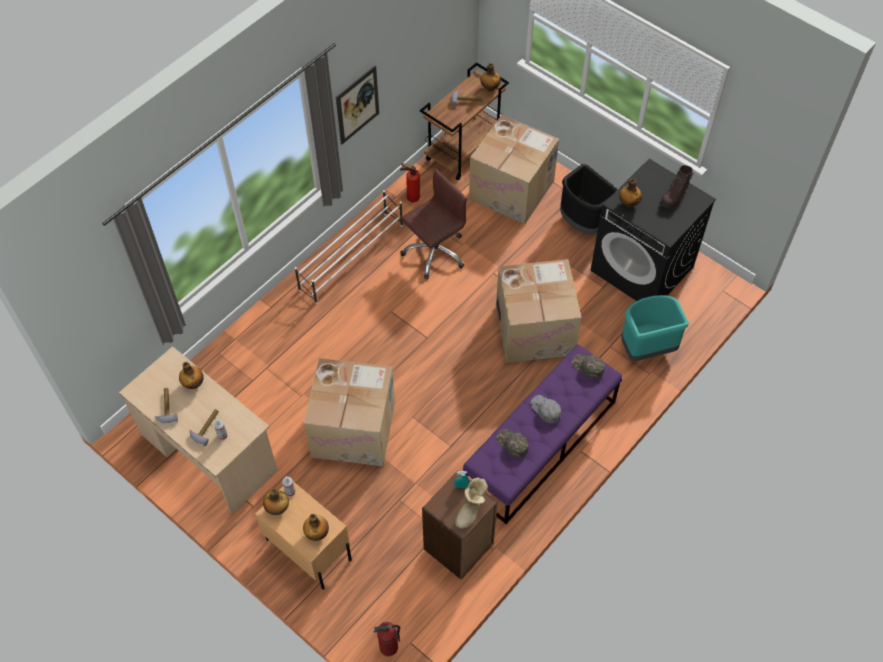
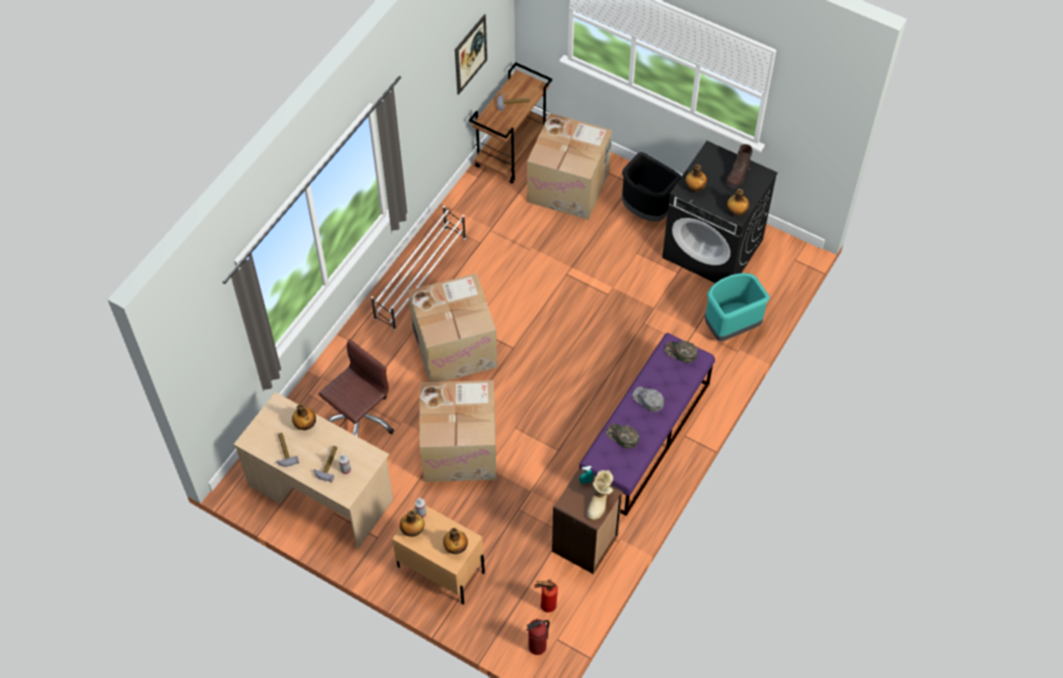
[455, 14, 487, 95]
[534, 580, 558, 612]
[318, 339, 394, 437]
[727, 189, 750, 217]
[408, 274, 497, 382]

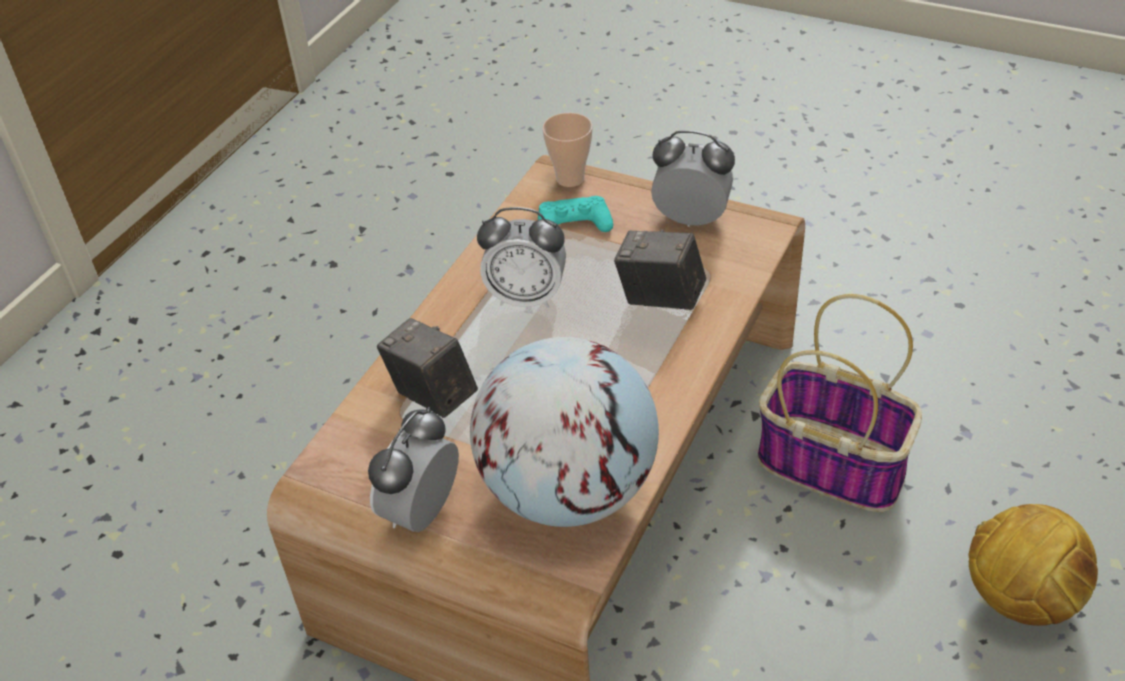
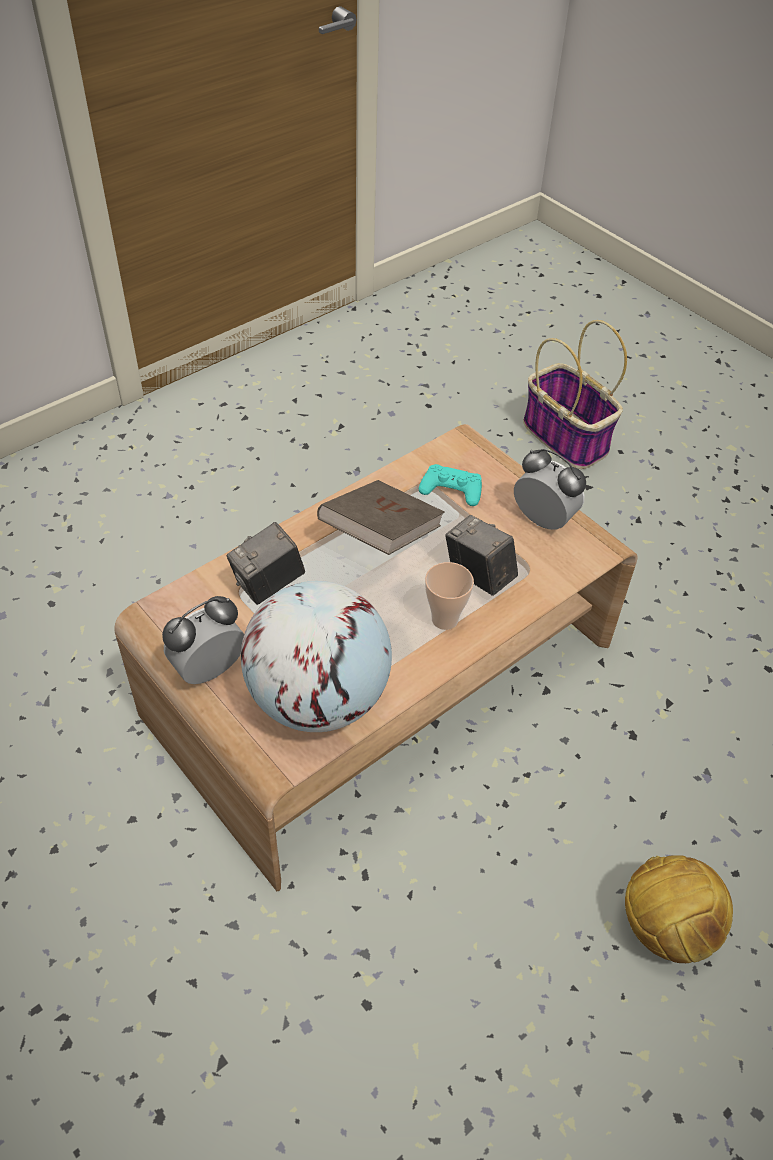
[226, 522, 305, 605]
[317, 480, 445, 555]
[425, 562, 474, 630]
[523, 320, 627, 469]

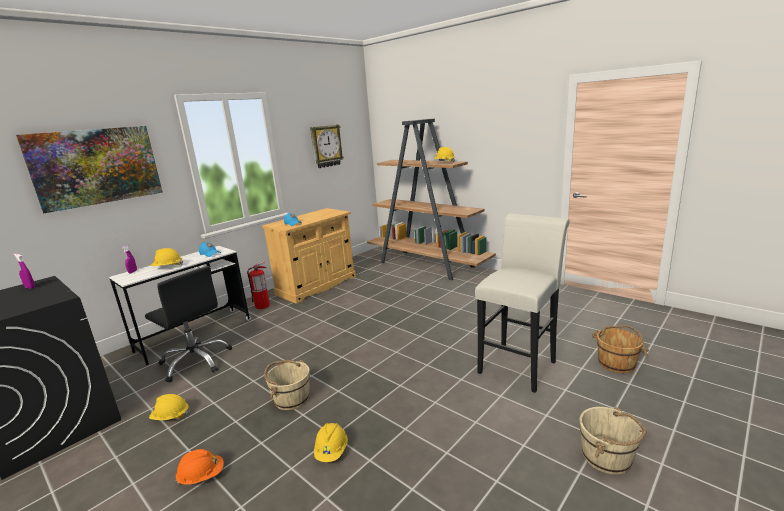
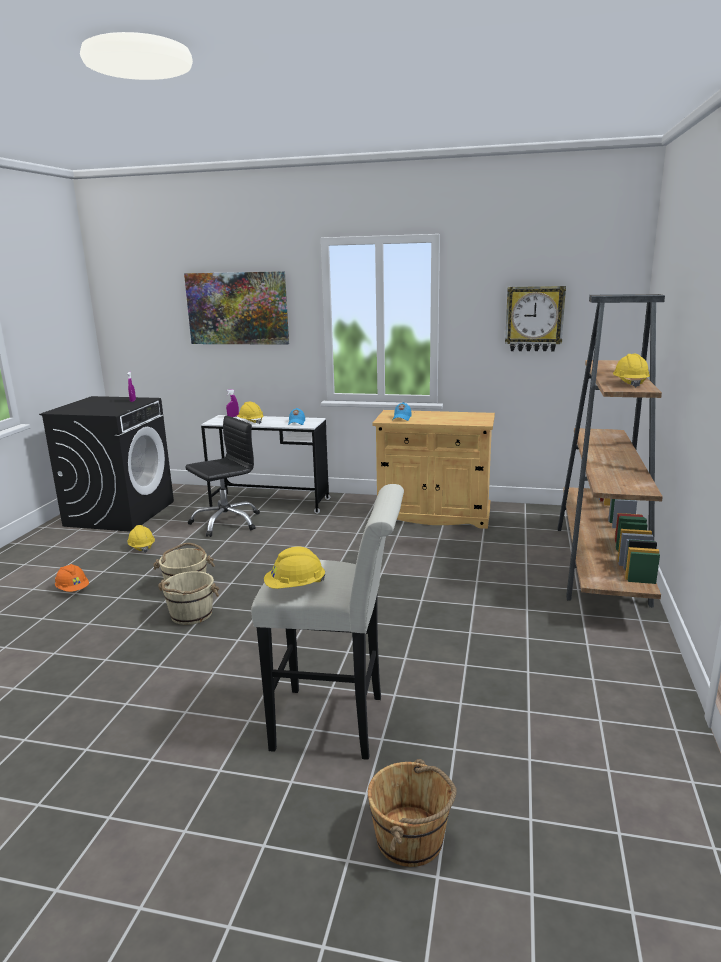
[185, 415, 260, 537]
[247, 261, 270, 309] (first image)
[264, 547, 325, 589]
[158, 571, 219, 625]

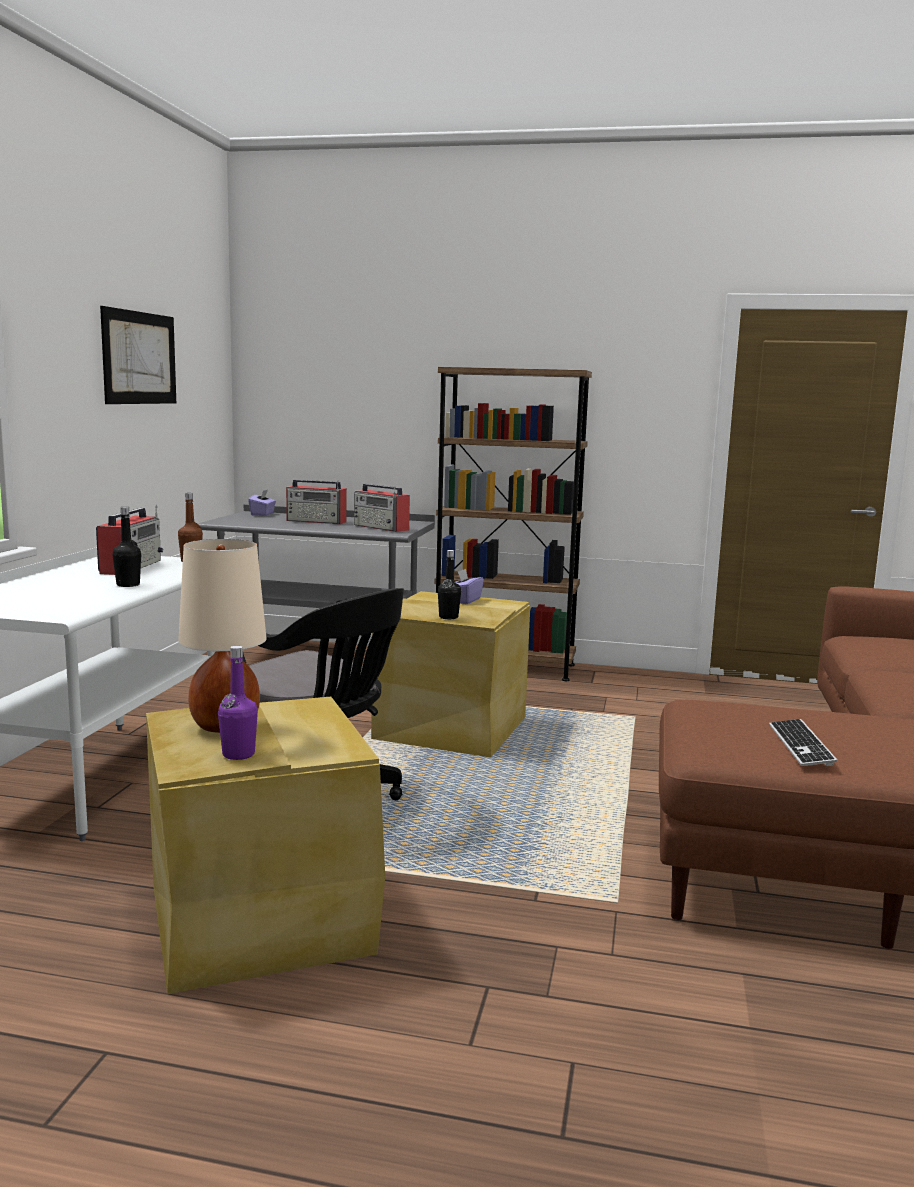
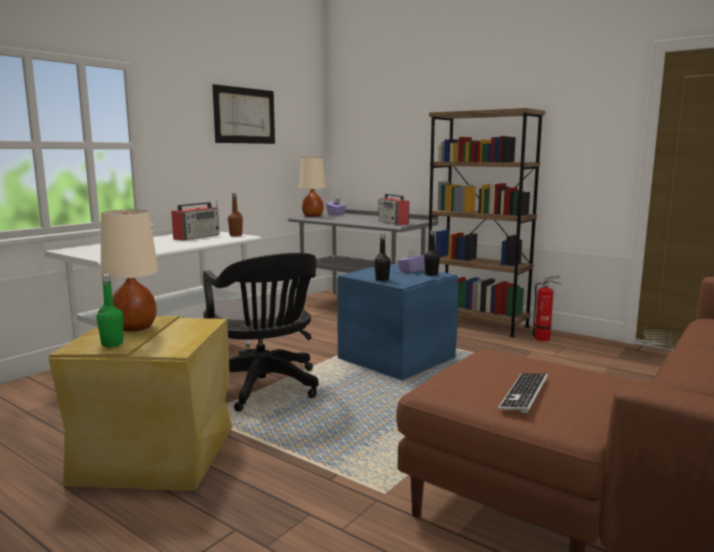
[424, 230, 440, 276]
[96, 274, 124, 347]
[286, 480, 347, 524] (first image)
[337, 264, 458, 380]
[299, 157, 326, 217]
[532, 275, 561, 341]

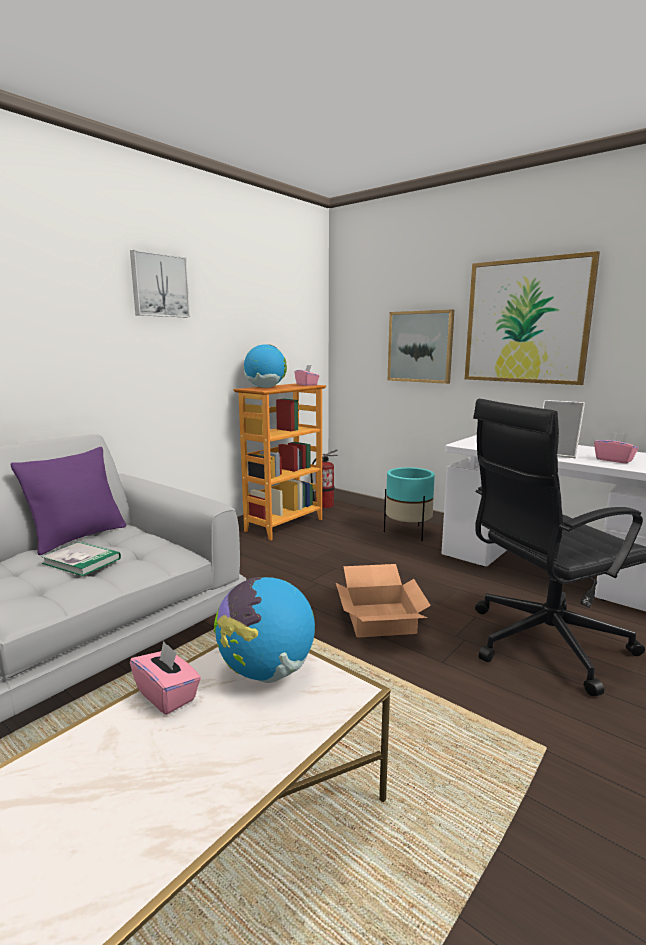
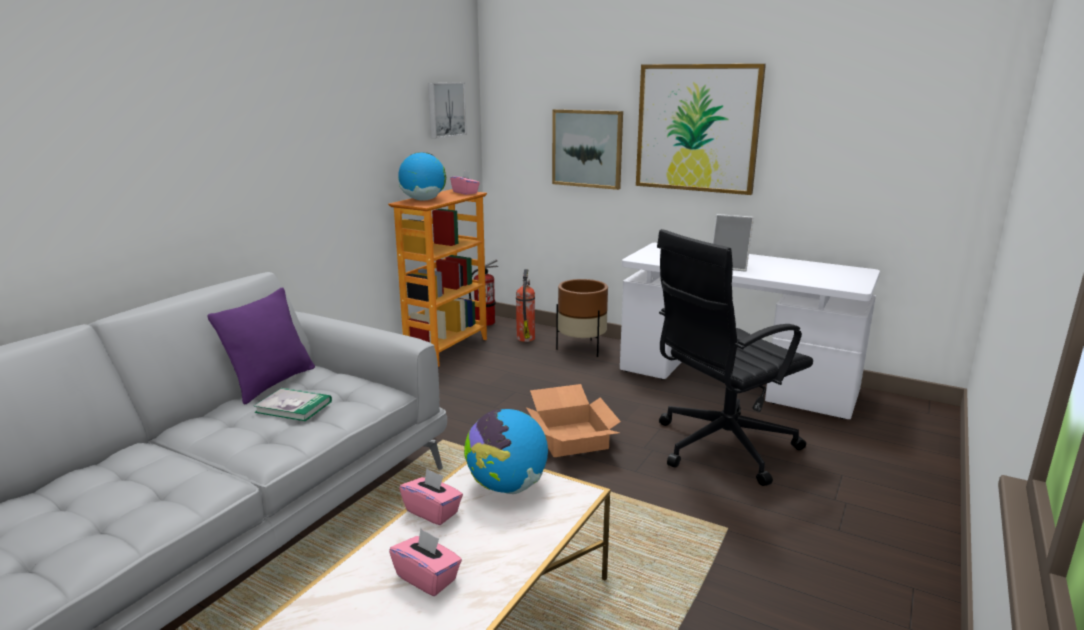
[428, 82, 467, 138]
[556, 279, 608, 357]
[389, 528, 462, 596]
[516, 269, 535, 342]

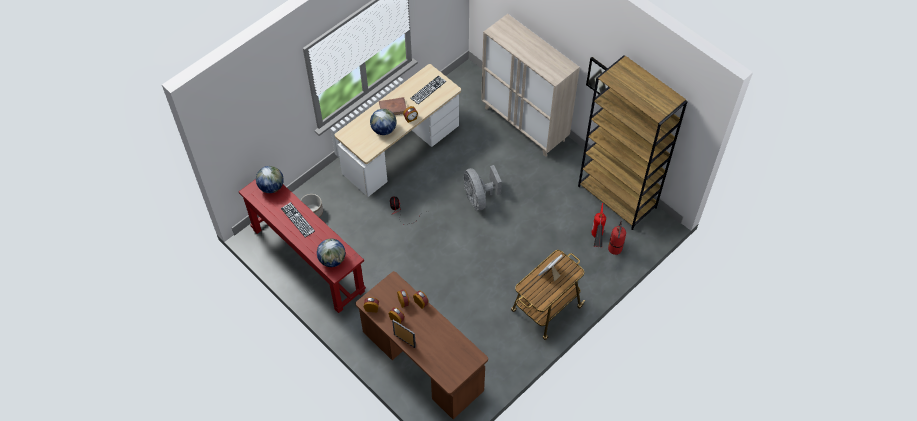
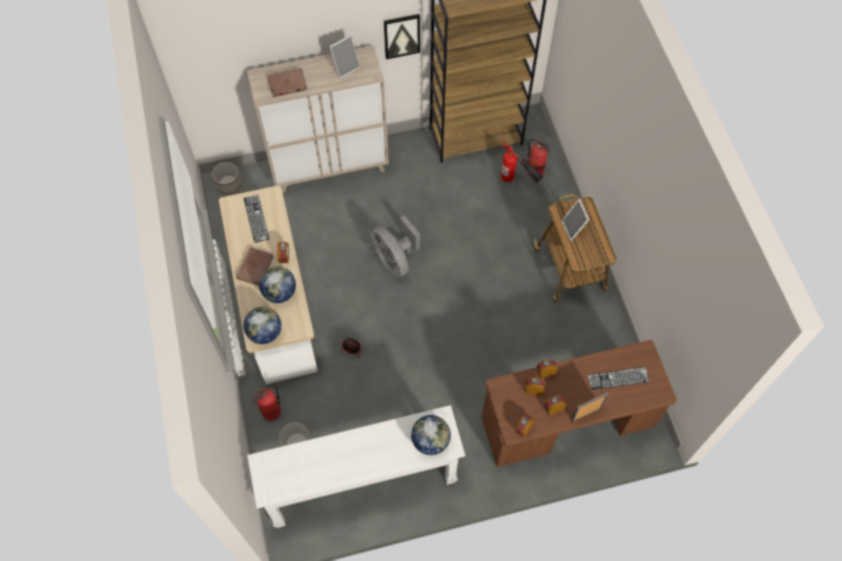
[247, 405, 465, 528]
[243, 307, 281, 344]
[588, 367, 650, 390]
[370, 215, 420, 277]
[212, 162, 242, 194]
[252, 385, 281, 421]
[268, 68, 307, 97]
[329, 35, 361, 79]

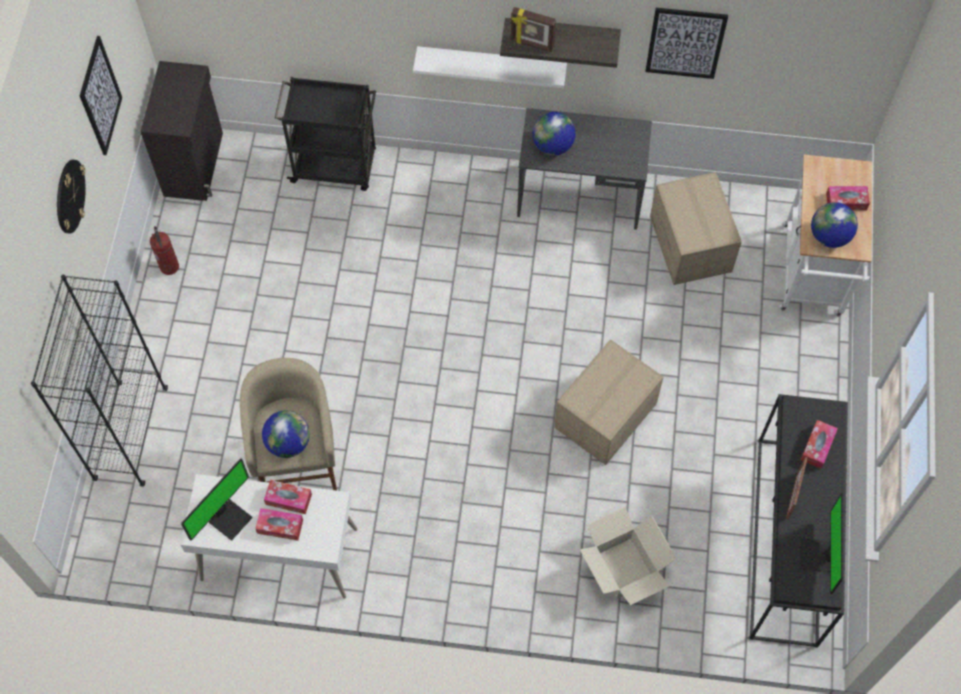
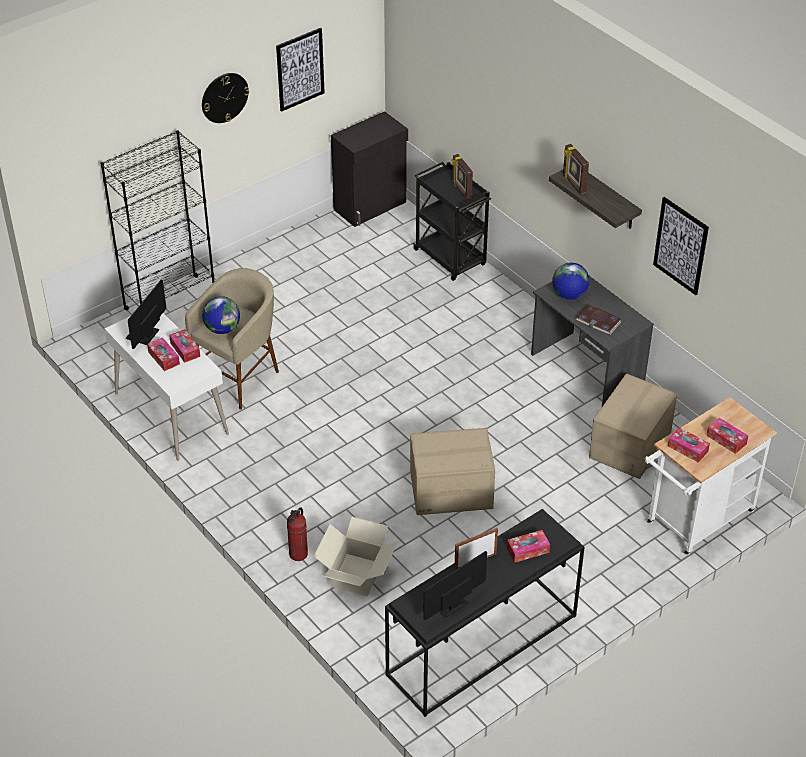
[287, 507, 308, 561]
[126, 280, 166, 349]
[413, 46, 567, 88] (first image)
[668, 427, 710, 462]
[452, 154, 473, 199]
[576, 305, 621, 335]

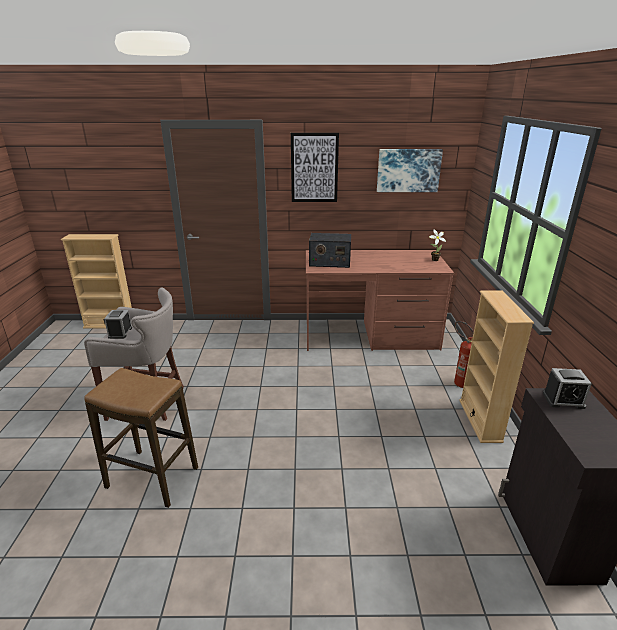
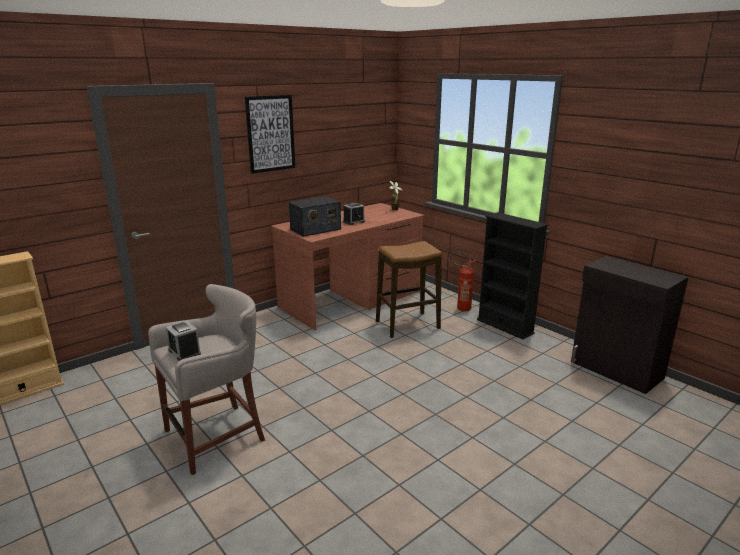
[376, 241, 442, 338]
[377, 149, 443, 192] (first image)
[477, 212, 548, 339]
[343, 203, 365, 225]

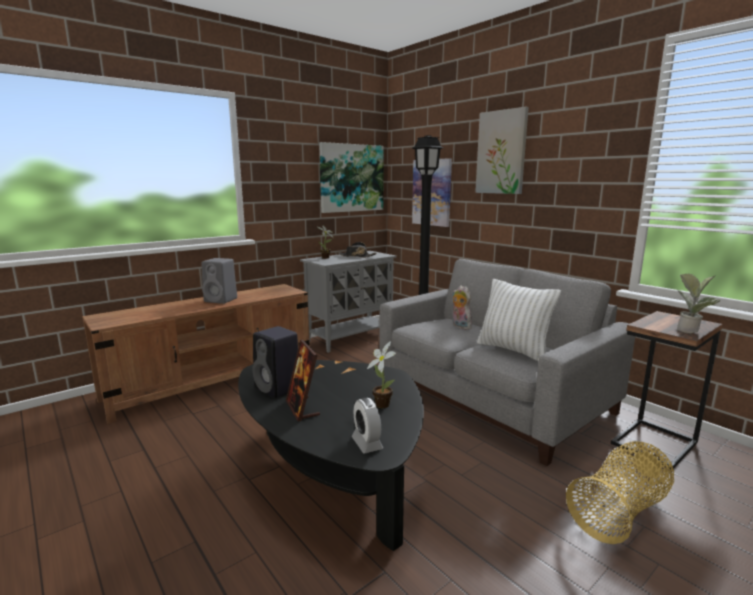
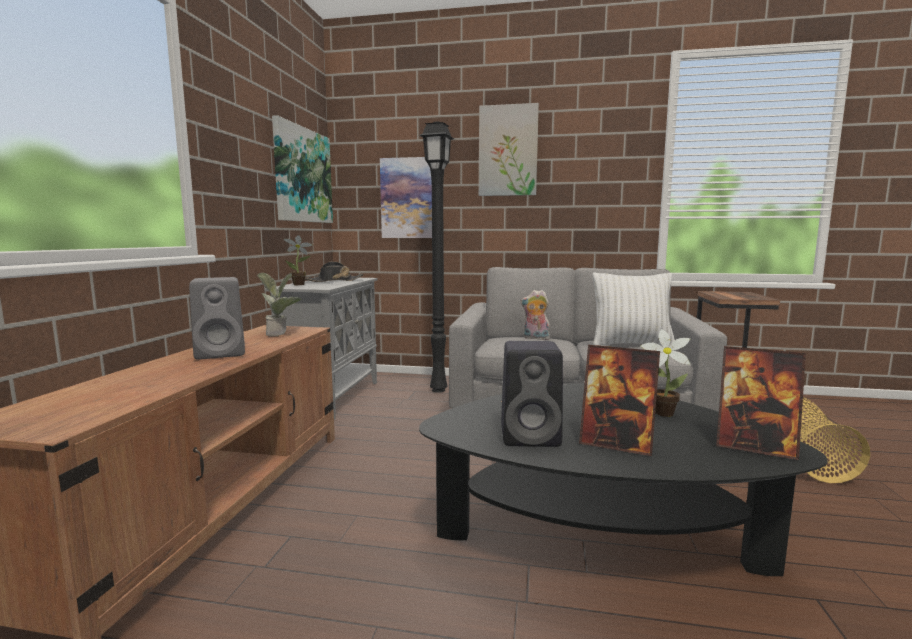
[716, 346, 806, 460]
[257, 273, 301, 337]

